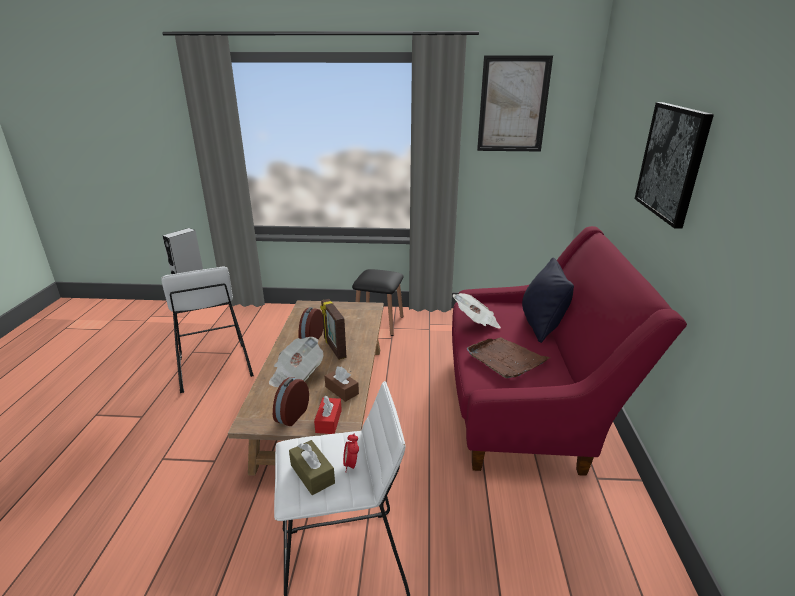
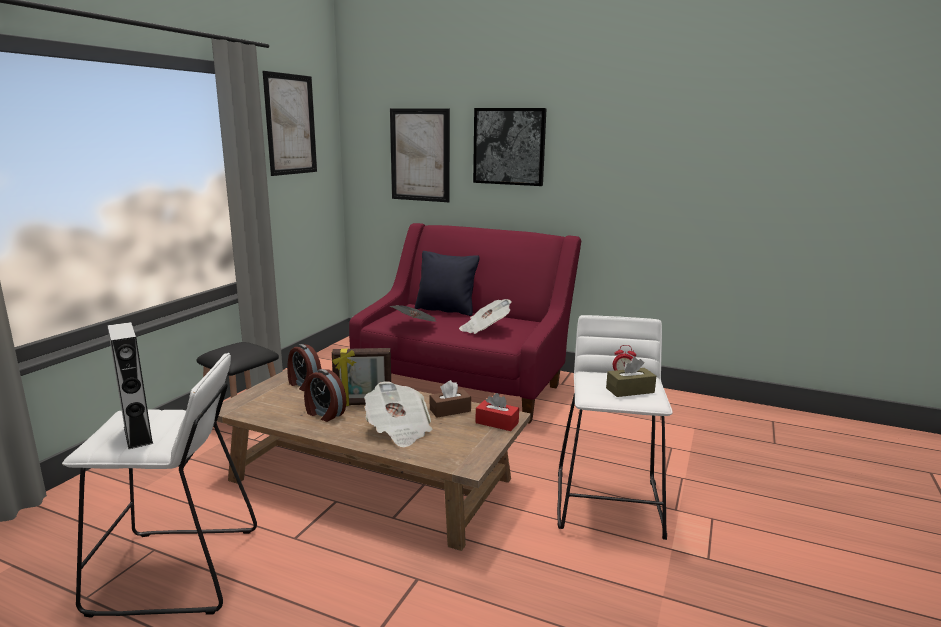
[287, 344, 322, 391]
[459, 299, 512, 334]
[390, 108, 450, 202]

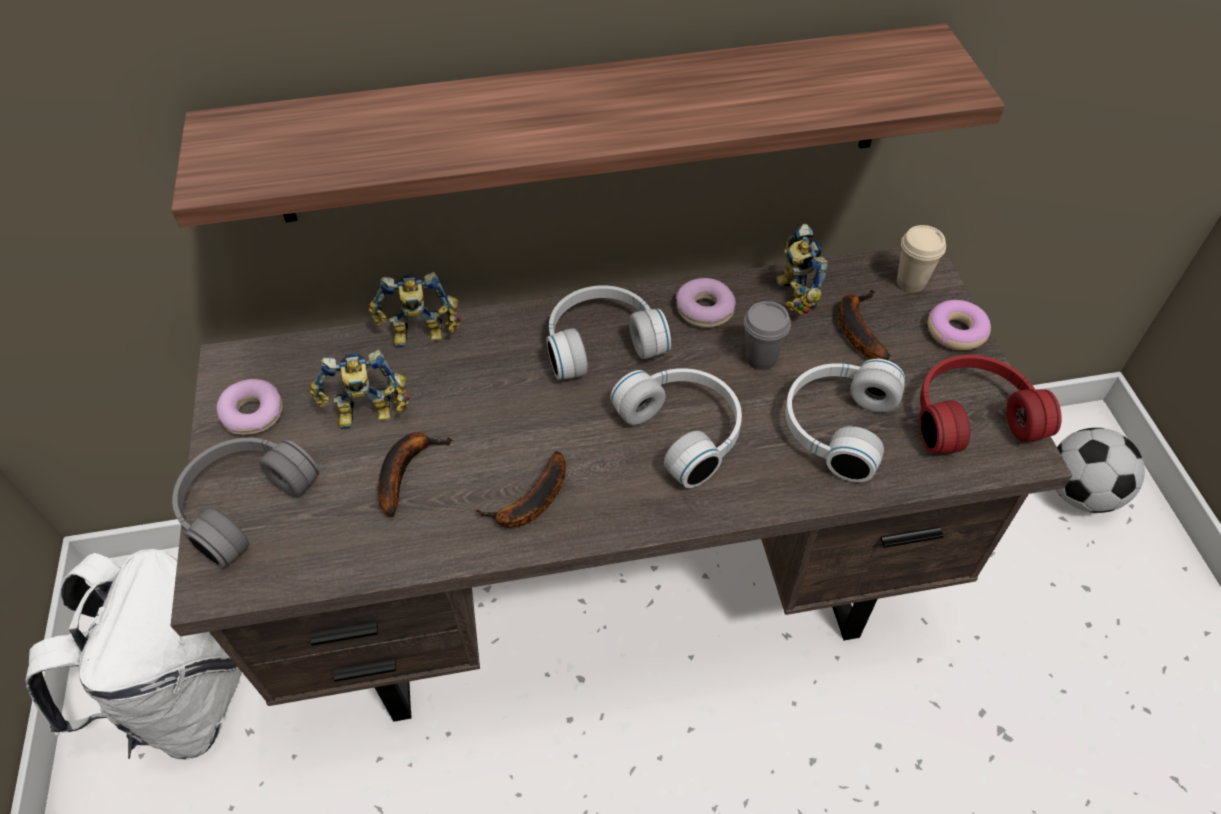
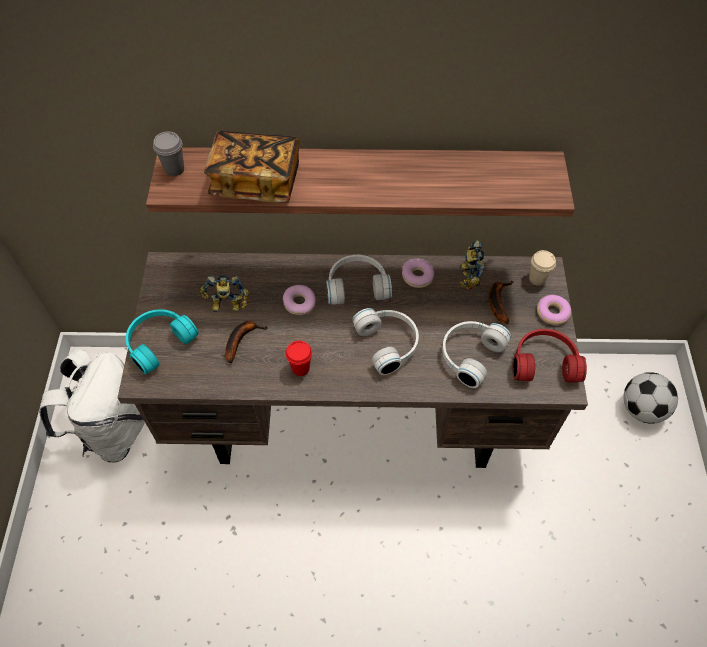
[126, 309, 199, 375]
[283, 285, 316, 315]
[369, 272, 461, 348] (first image)
[286, 340, 312, 376]
[153, 131, 184, 176]
[204, 131, 299, 203]

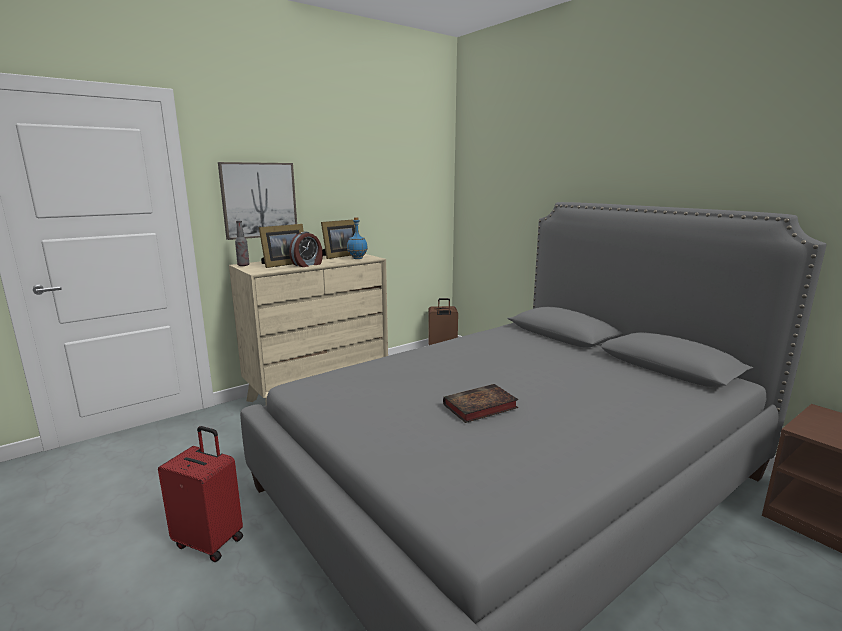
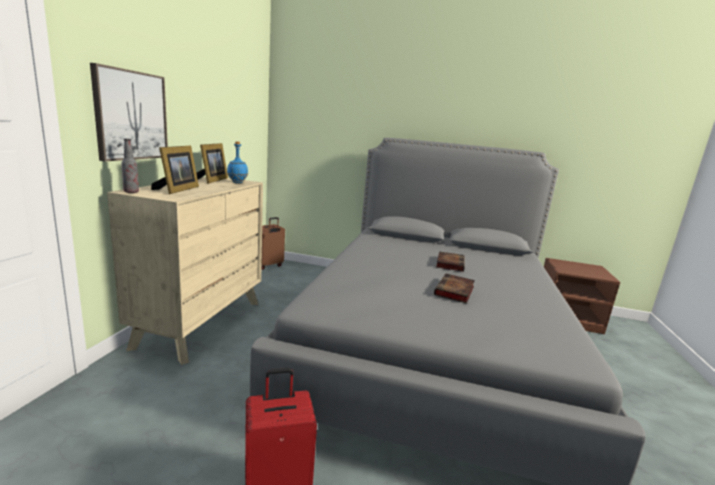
[289, 232, 323, 267] (first image)
[436, 251, 465, 272]

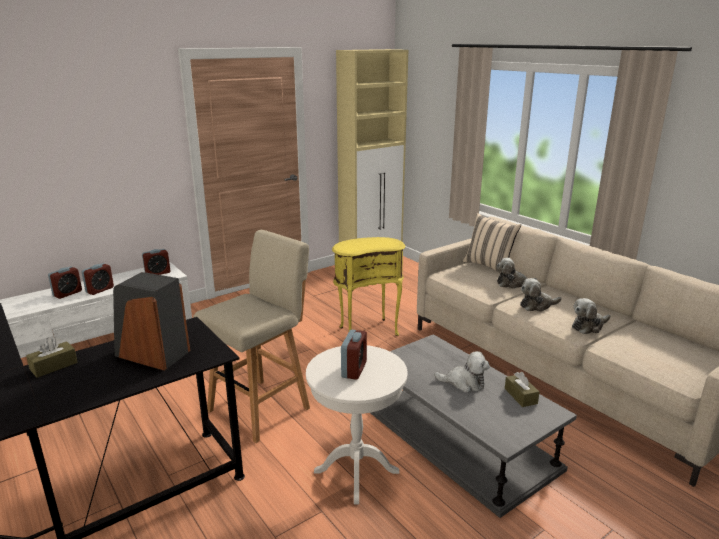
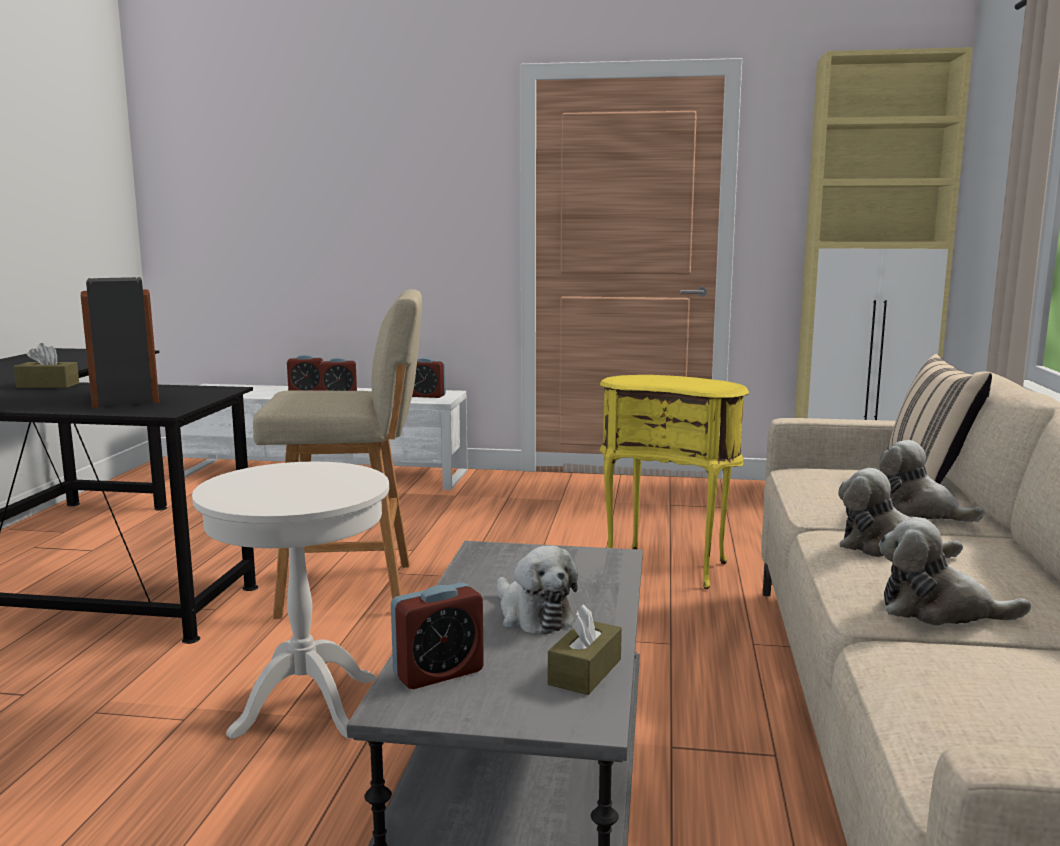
[391, 582, 484, 689]

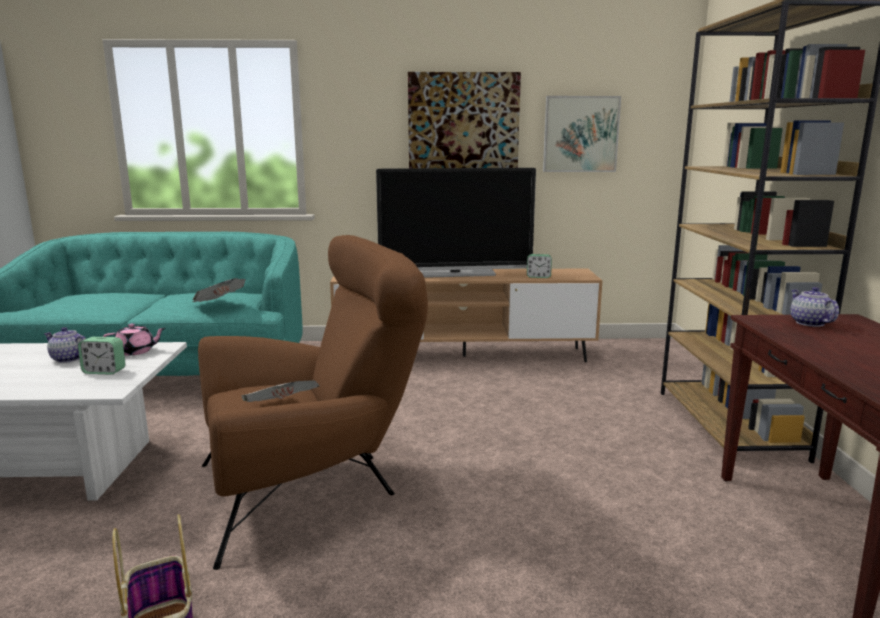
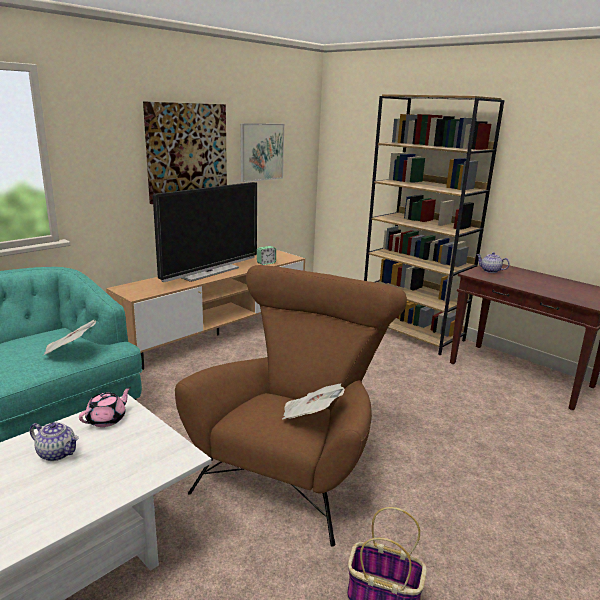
[30, 422, 79, 461]
[78, 337, 125, 375] (first image)

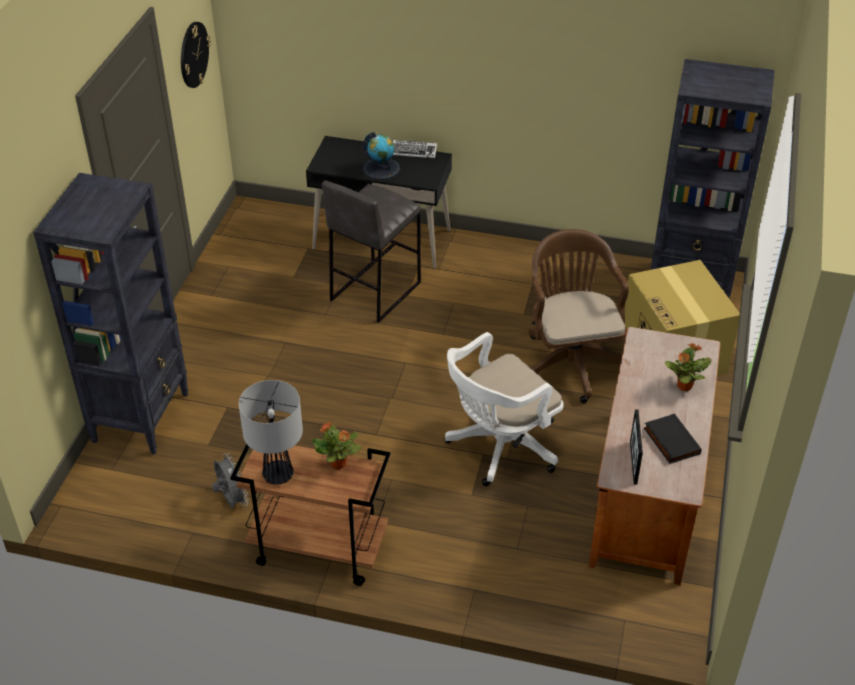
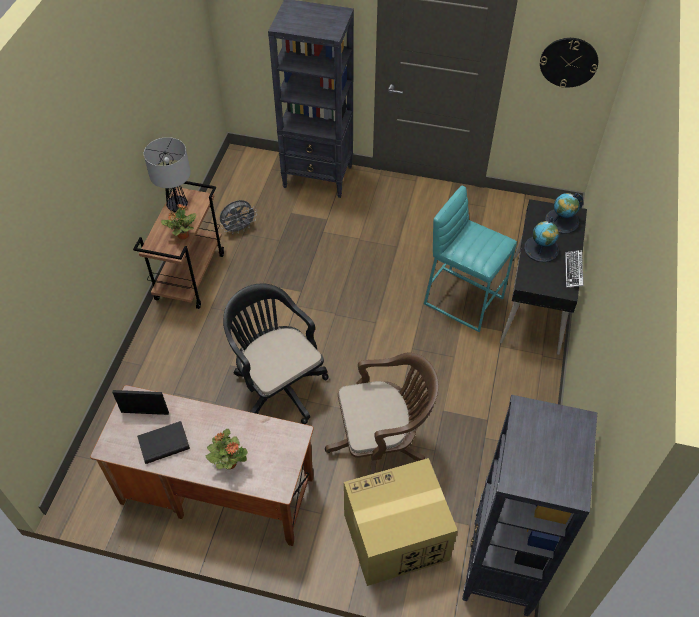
[424, 185, 517, 332]
[223, 283, 329, 424]
[545, 193, 583, 234]

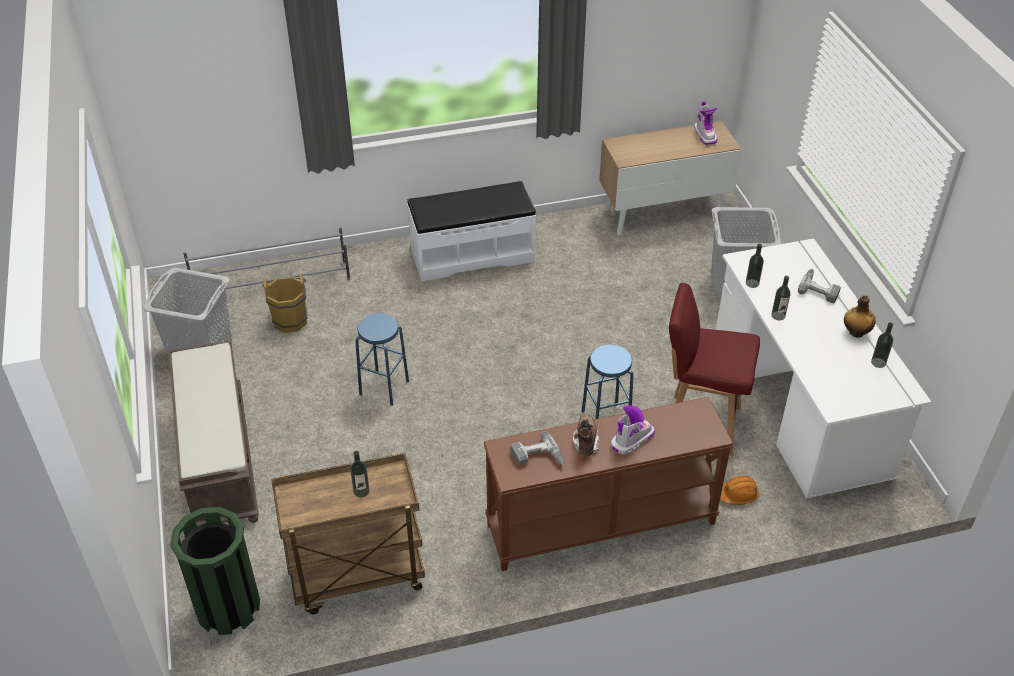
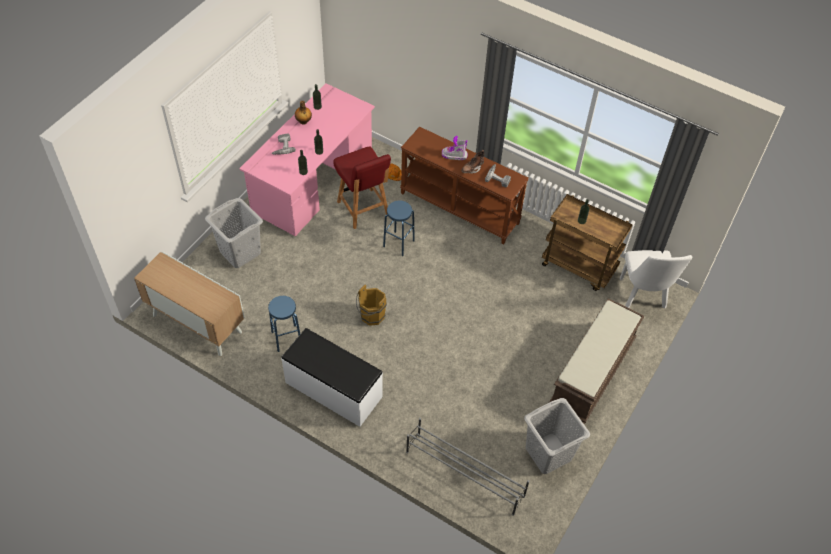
[620, 250, 692, 309]
[356, 285, 387, 326]
[268, 296, 300, 352]
[694, 101, 717, 145] (first image)
[239, 83, 375, 236]

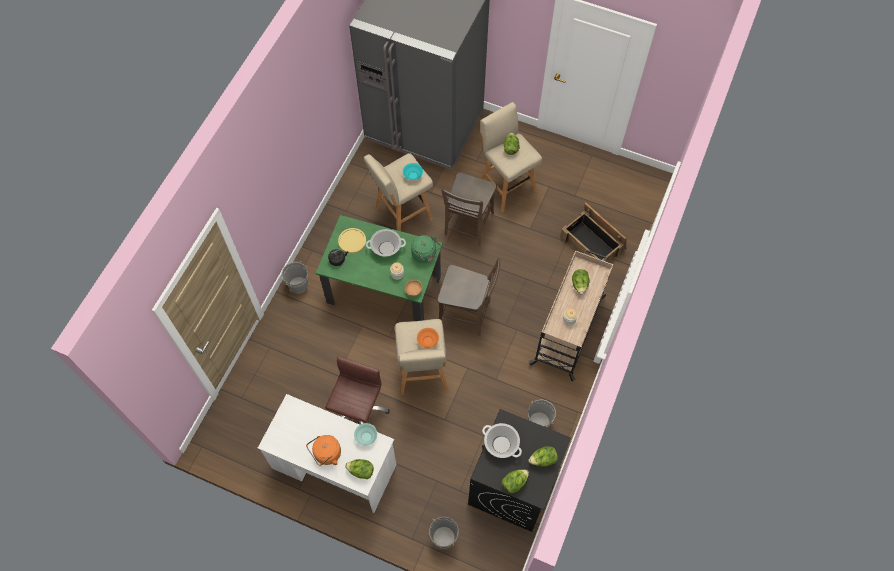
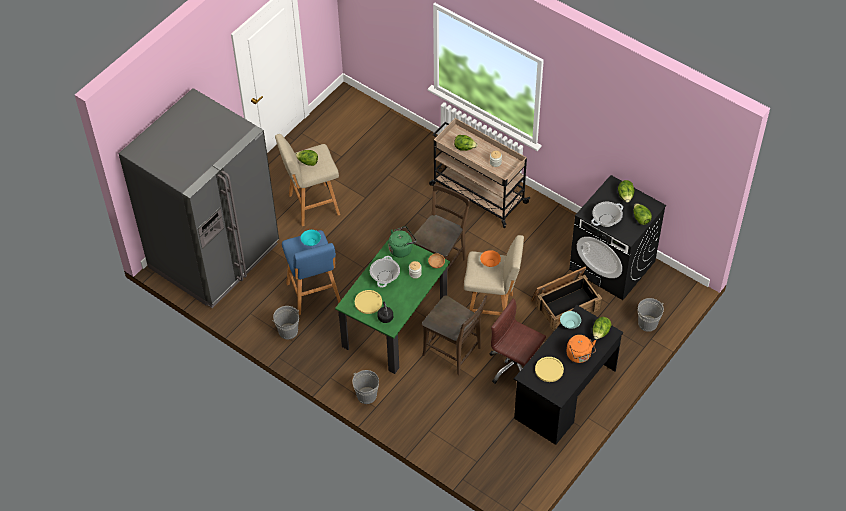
[514, 305, 623, 445]
[282, 230, 341, 315]
[422, 295, 487, 375]
[272, 306, 299, 339]
[531, 266, 602, 331]
[535, 357, 564, 382]

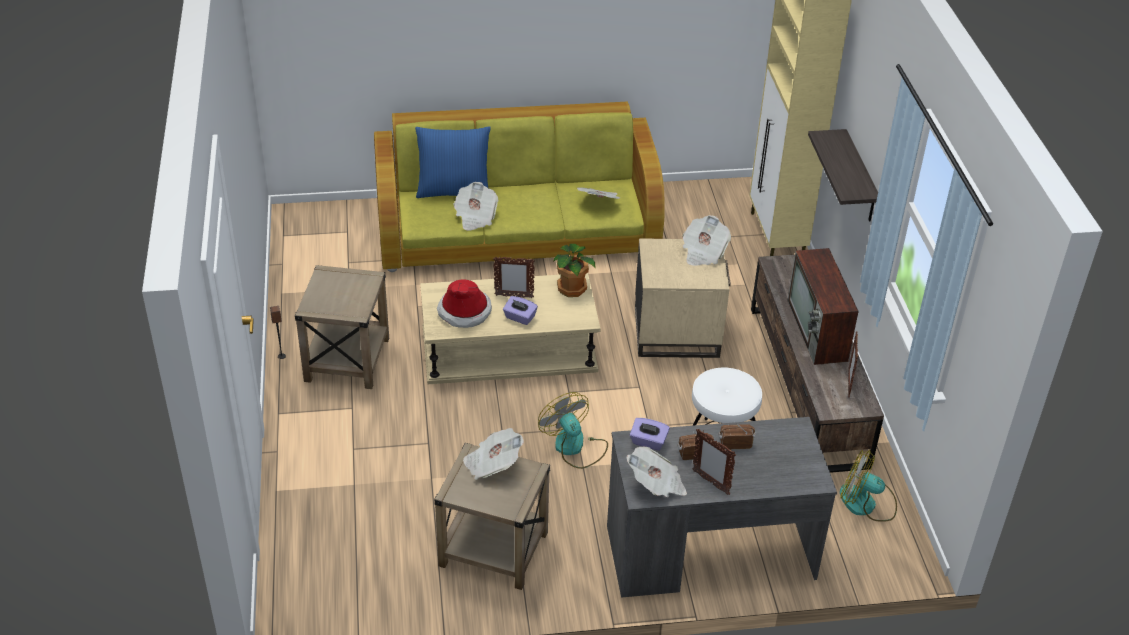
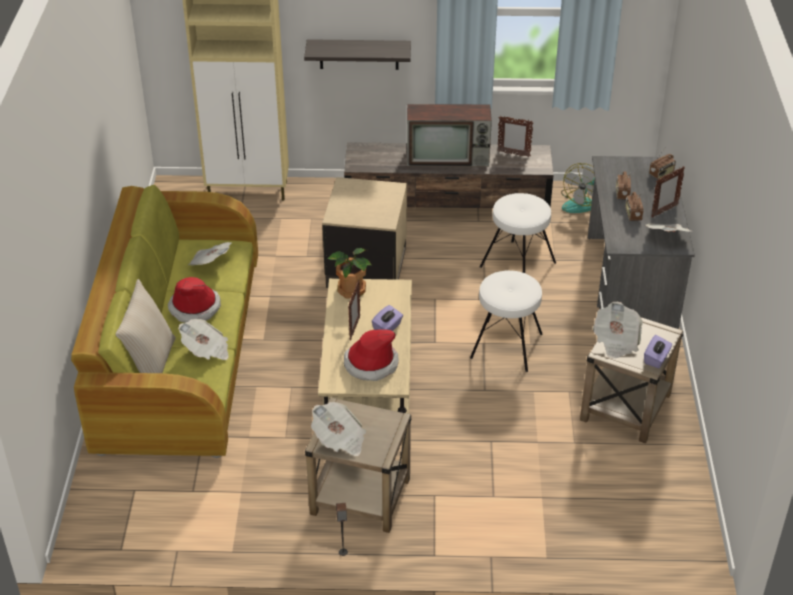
[116, 279, 176, 373]
[470, 270, 543, 372]
[644, 335, 672, 368]
[311, 402, 366, 456]
[168, 277, 221, 323]
[649, 148, 676, 179]

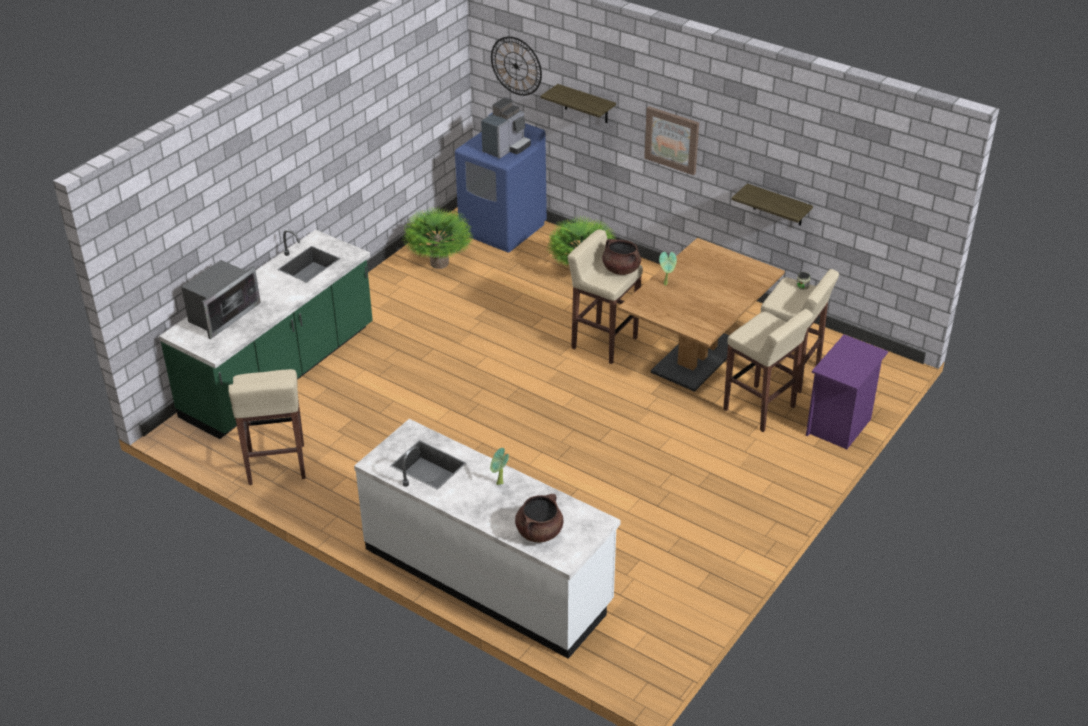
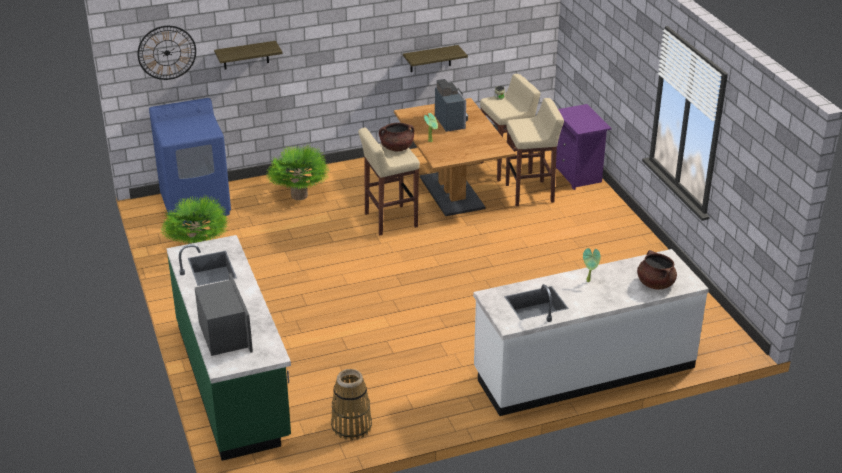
[331, 369, 372, 440]
[435, 79, 468, 132]
[644, 106, 699, 175] (first image)

